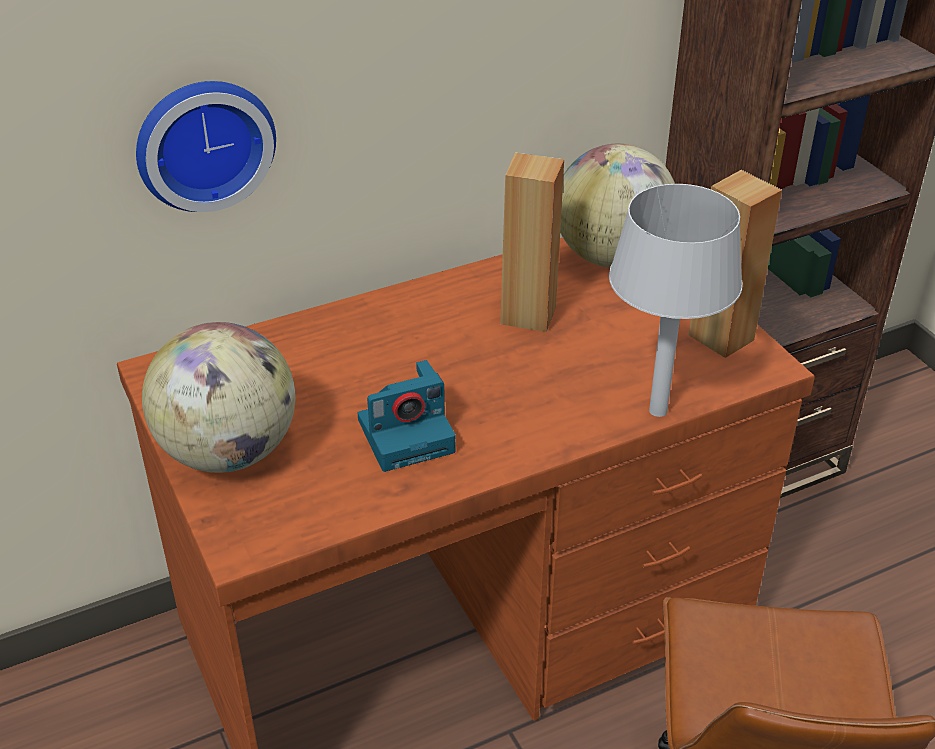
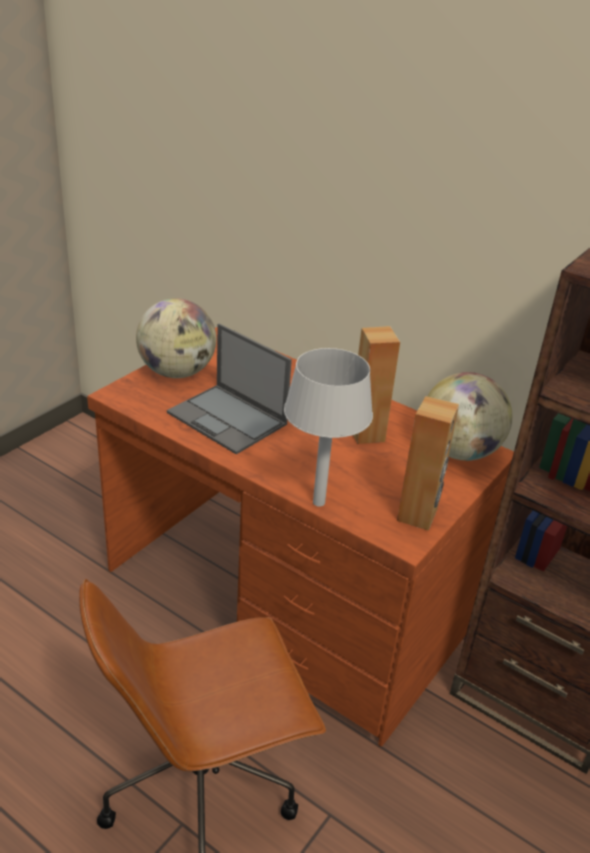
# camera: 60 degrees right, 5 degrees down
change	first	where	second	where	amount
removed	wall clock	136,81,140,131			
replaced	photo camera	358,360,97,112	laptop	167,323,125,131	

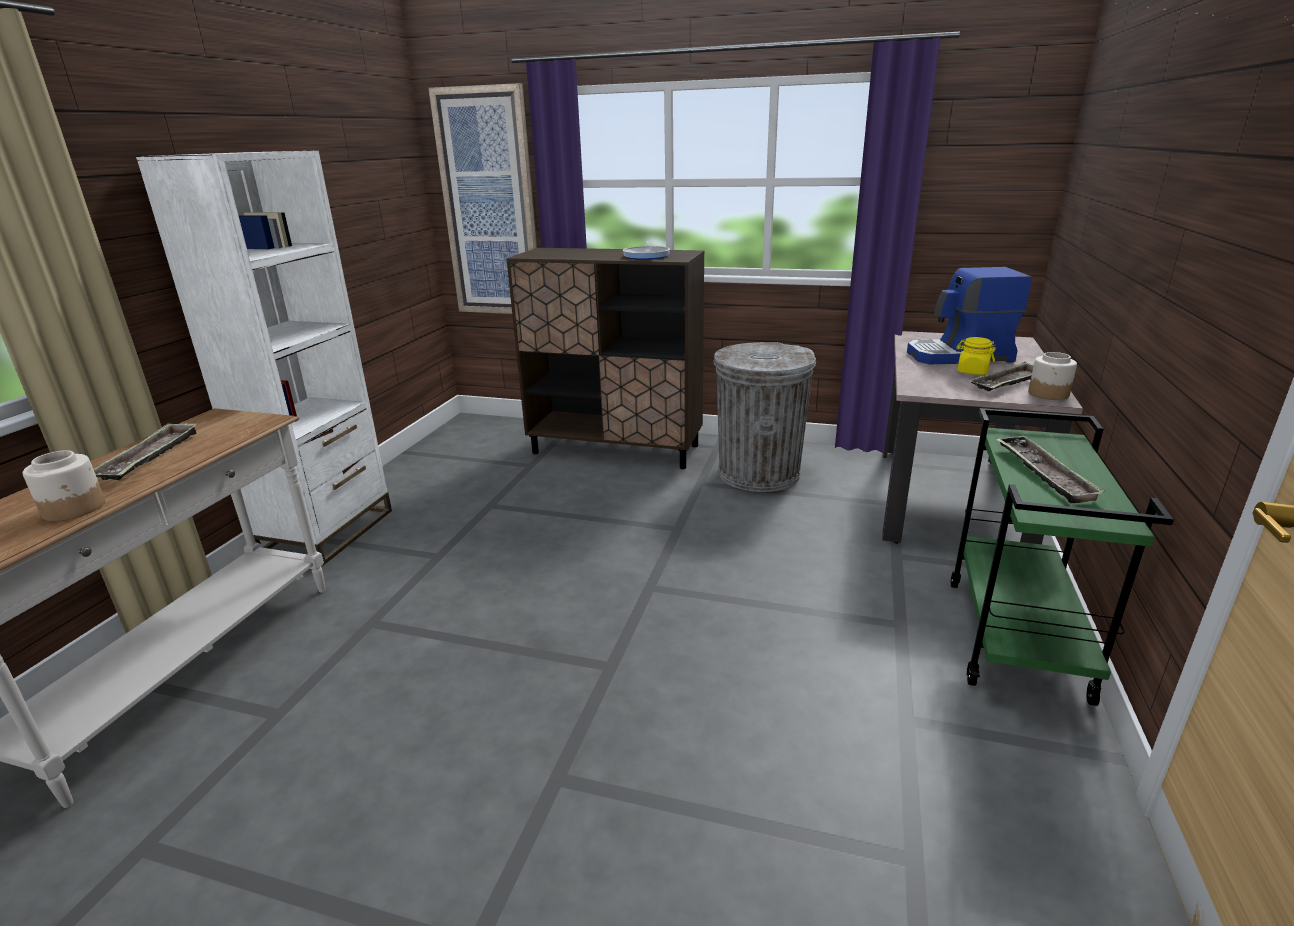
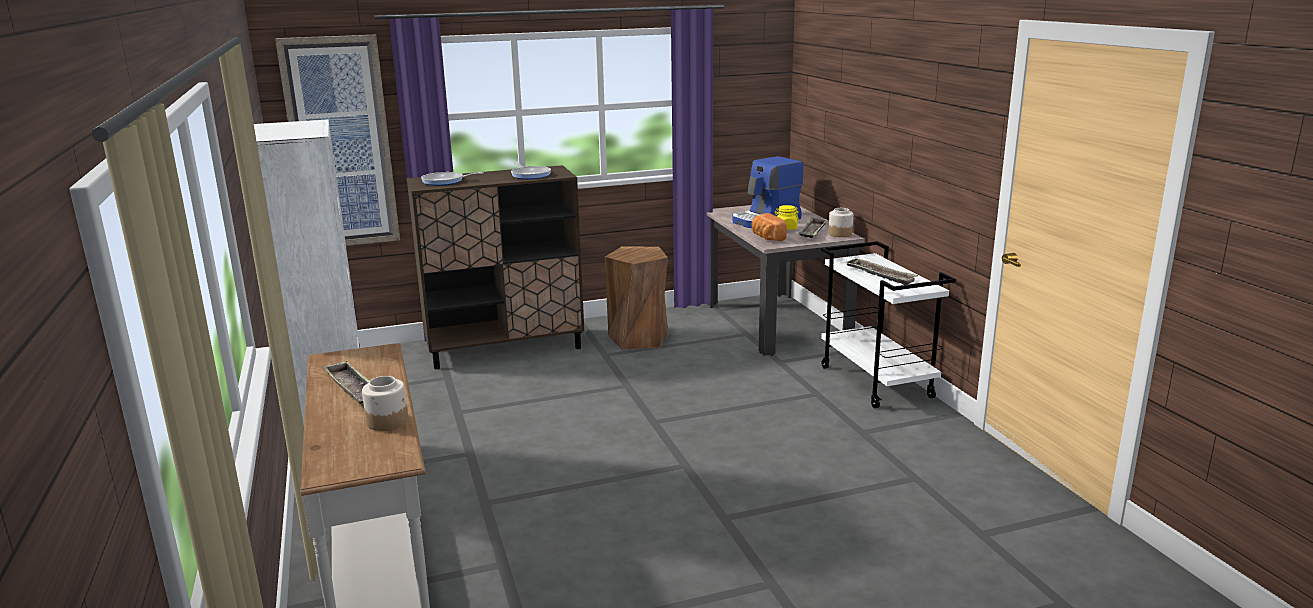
# camera: 35 degrees left, 5 degrees down
change	first	where	second	where	amount
added			frying pan	421,172,62,13	
added			bread	752,213,35,28	
replaced	trash can (grey)	713,342,103,150	stool (brown)	605,246,64,103	
recoloured	cart (green)	951,408,223,298	cart (white)	821,241,135,167	

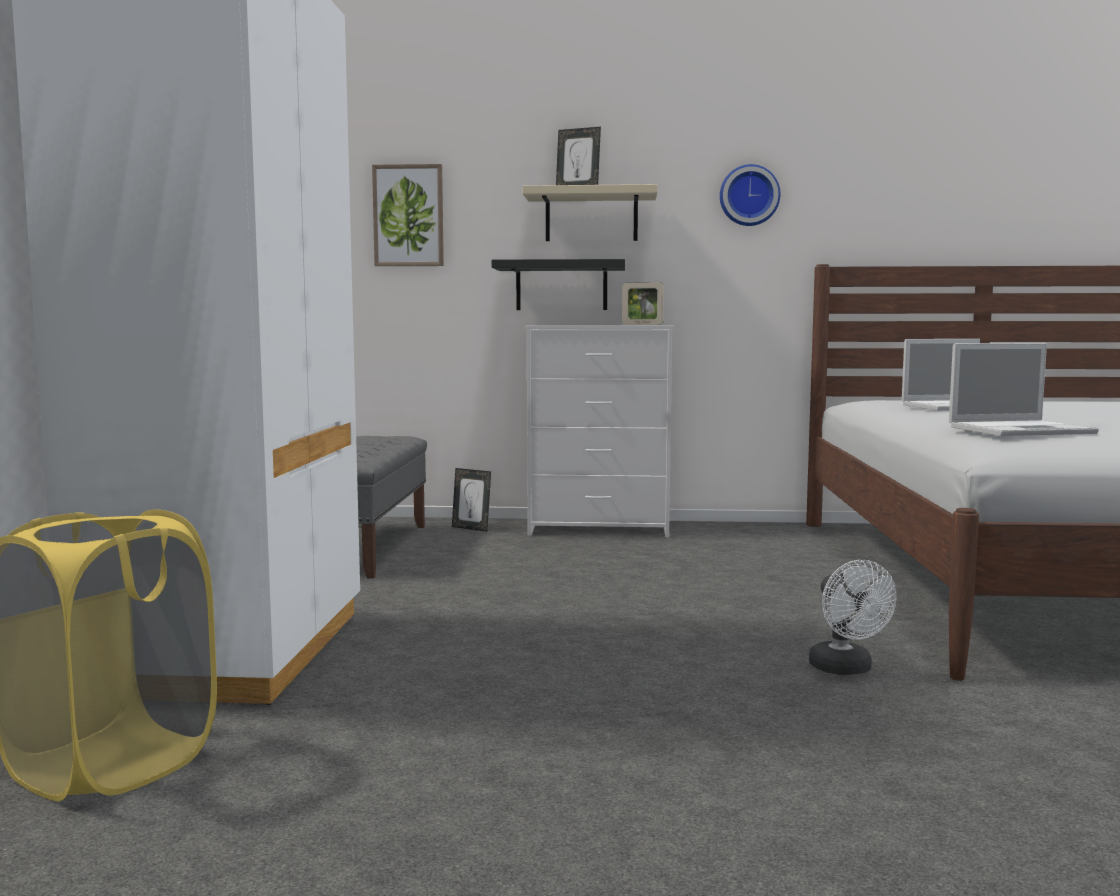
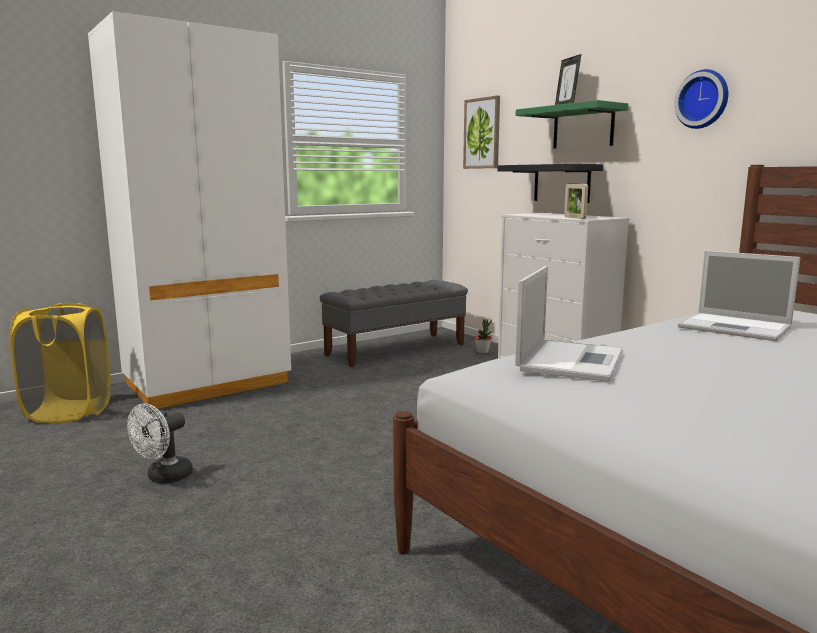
# camera: 50 degrees right, 5 degrees up
change	first	where	second	where	amount
moved	fan (white)	809,560,88,115		127,403,66,81	
replaced	picture frame	452,468,39,64	potted plant	474,319,18,34	
recoloured	shelf (beige)	522,184,136,57	shelf (green)	516,100,112,48	
turned	laptop	949,343,150,93		515,266,108,116	105 degrees counterclockwise

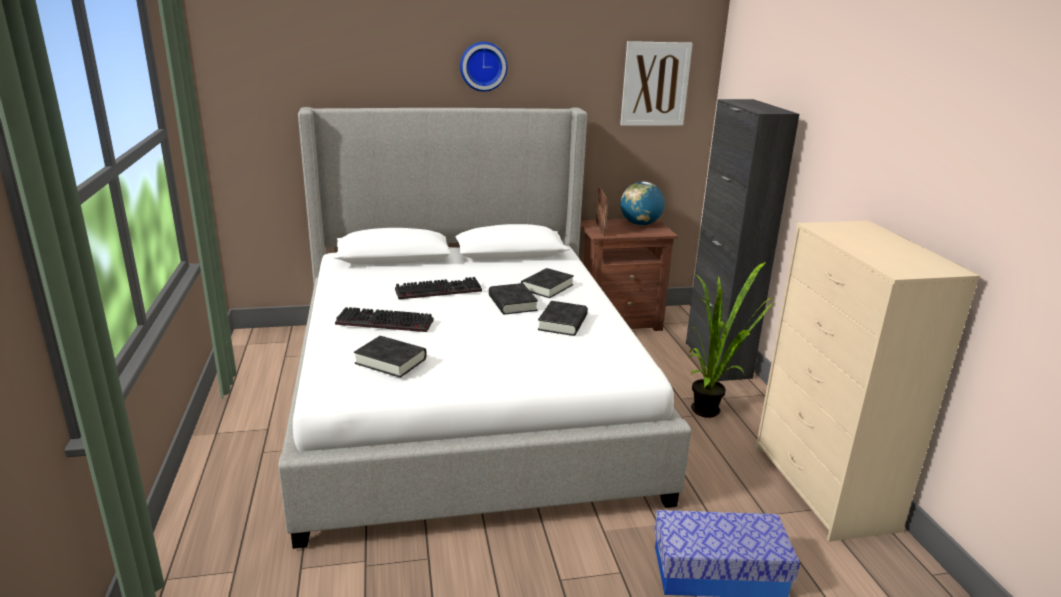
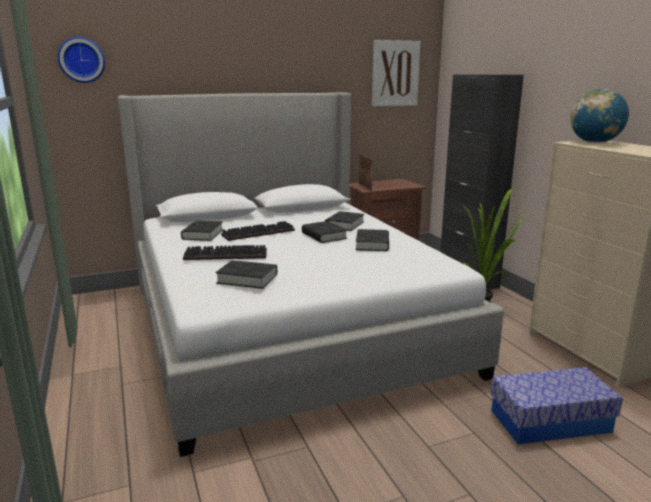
# camera: 10 degrees left, 5 degrees down
change	first	where	second	where	amount
added			book (black)	181,220,42,21	
moved	wall clock	460,42,47,50		58,37,47,46	
moved	globe	620,181,45,45		570,89,59,54	

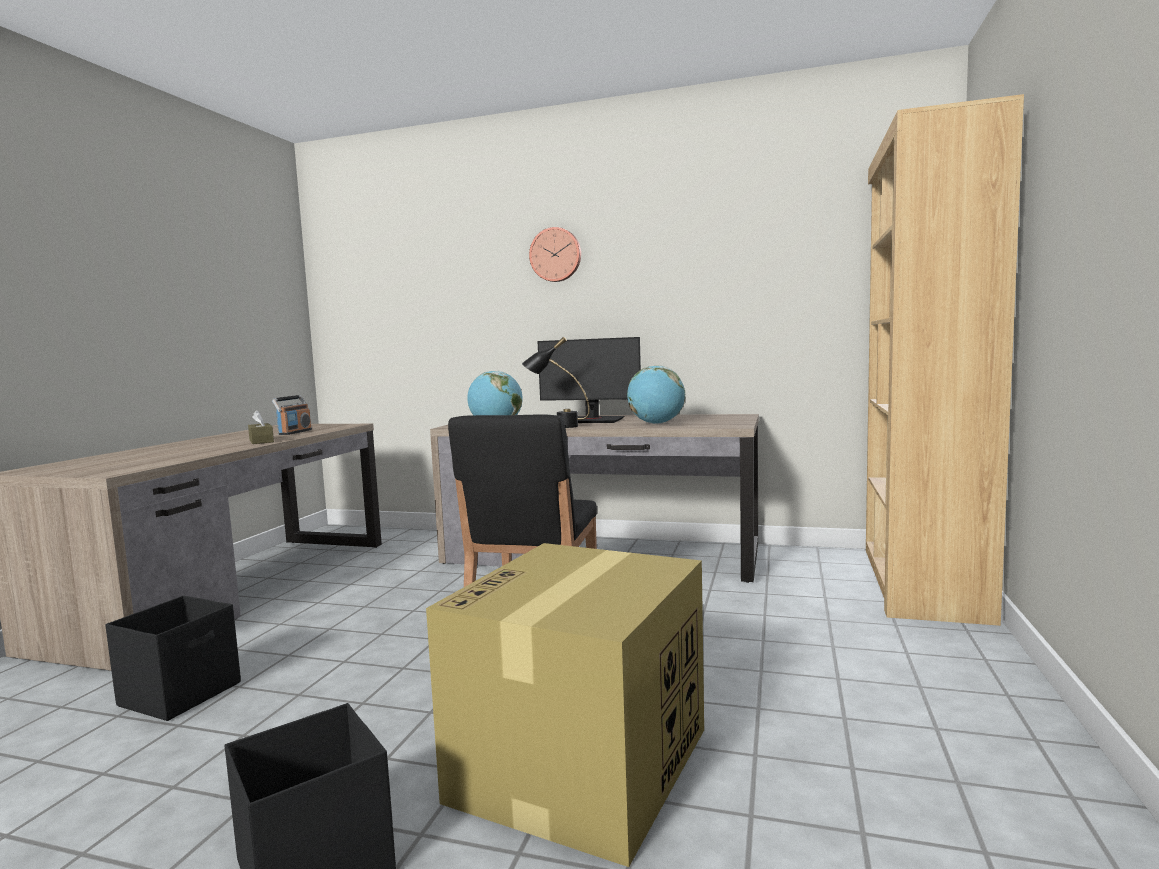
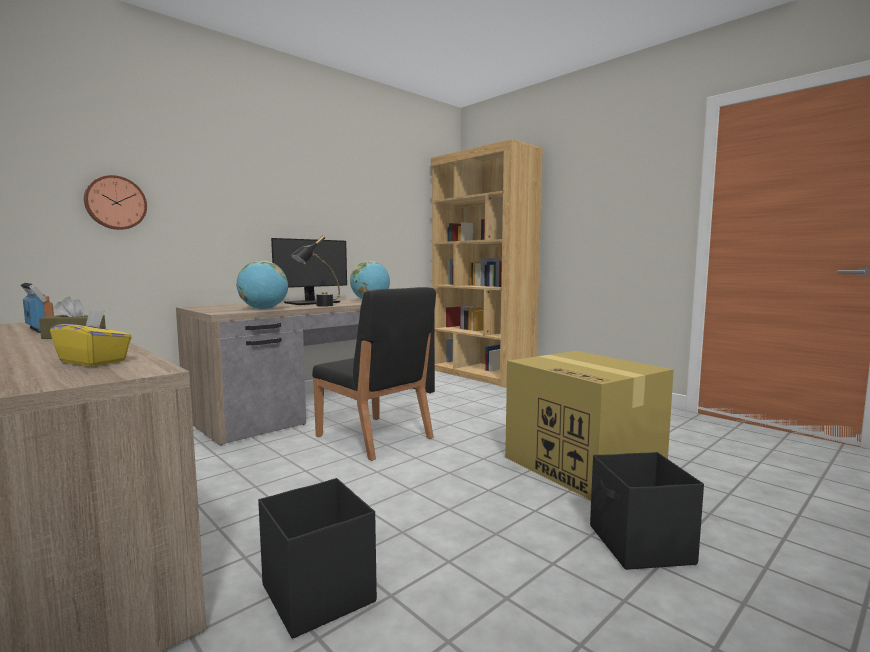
# camera: 60 degrees left, 0 degrees up
change	first	where	second	where	amount
added			tissue box (yellow)	50,309,82,57	
moved	wall clock	529,227,52,55		84,175,63,55	

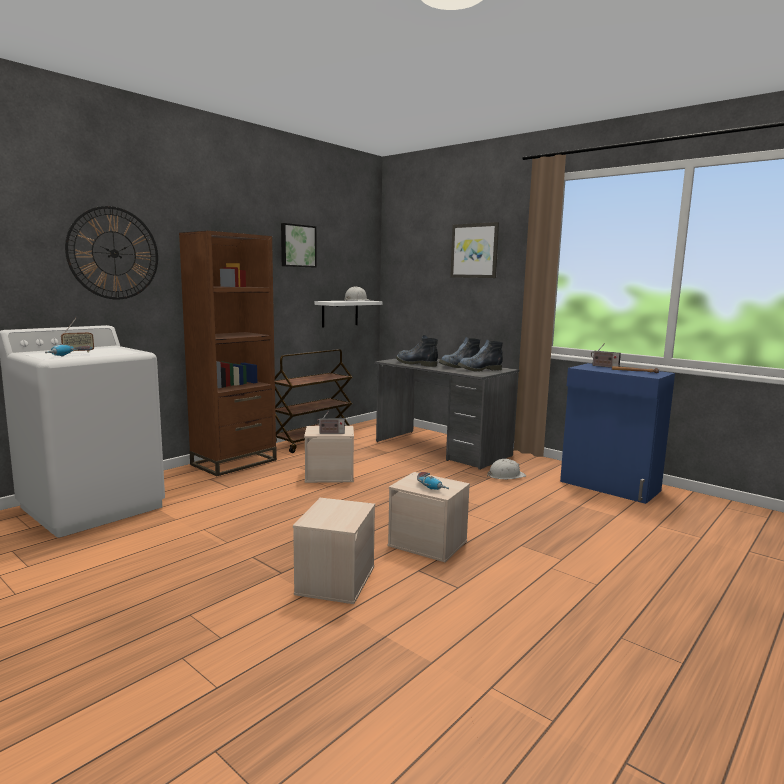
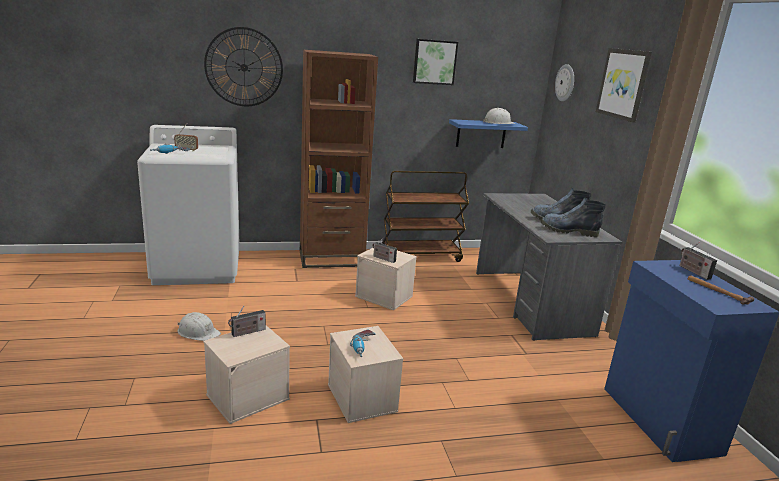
# camera: 35 degrees right, 10 degrees up
change	first	where	second	where	amount
removed	boot	396,335,42,32			
added			radio	228,306,38,31	
added			wall clock	555,64,19,37	
moved	hard hat (white)	487,459,39,20		177,312,44,29	
recoloured	shelf (white)	315,300,68,28	shelf (blue)	449,119,79,29	

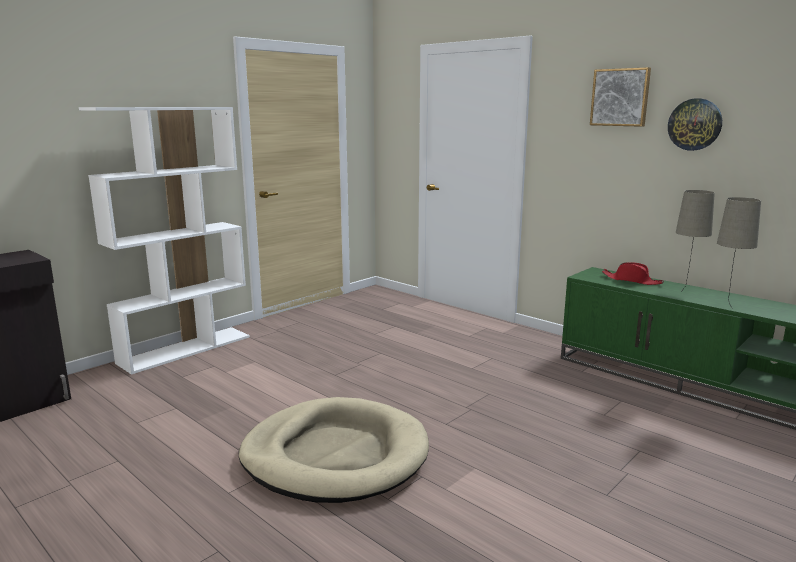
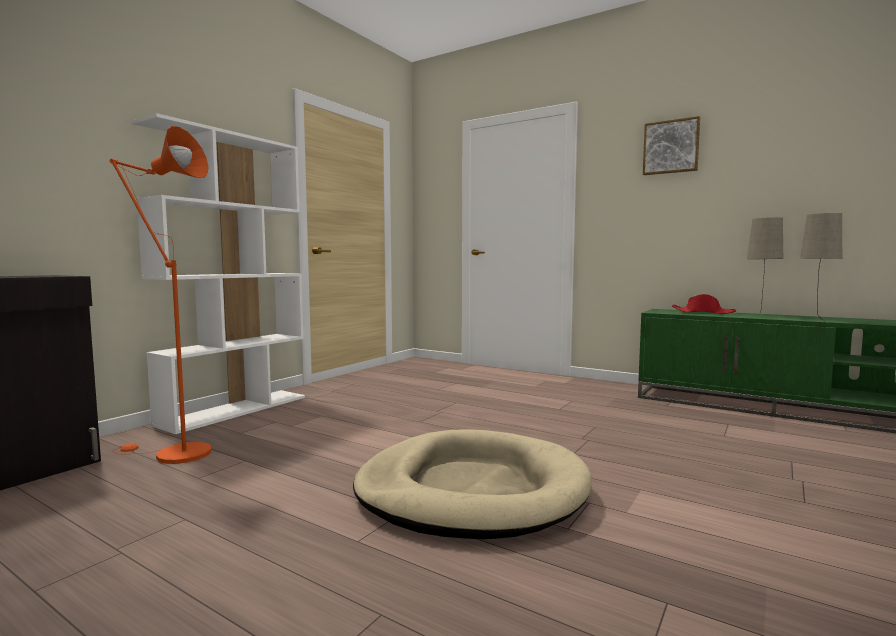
# camera: 10 degrees left, 10 degrees down
change	first	where	second	where	amount
removed	wall clock	668,98,54,53			
added			floor lamp (orange)	110,126,102,338	

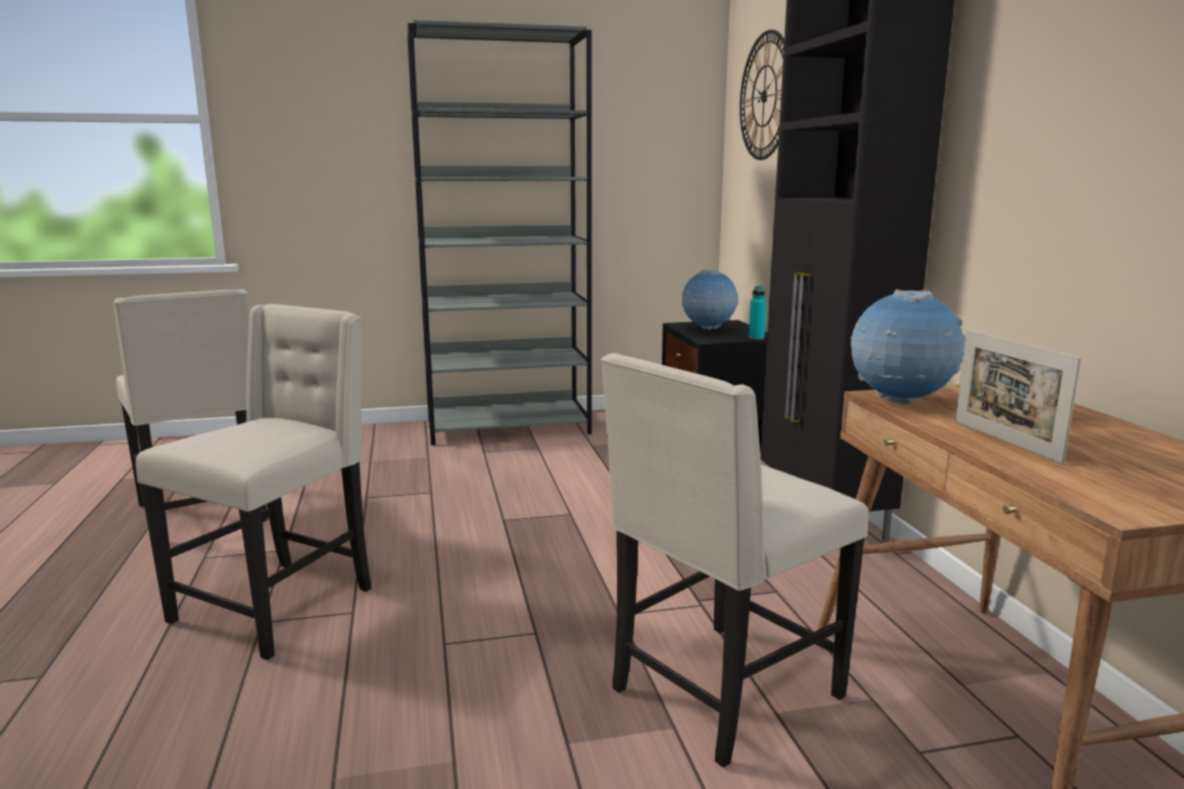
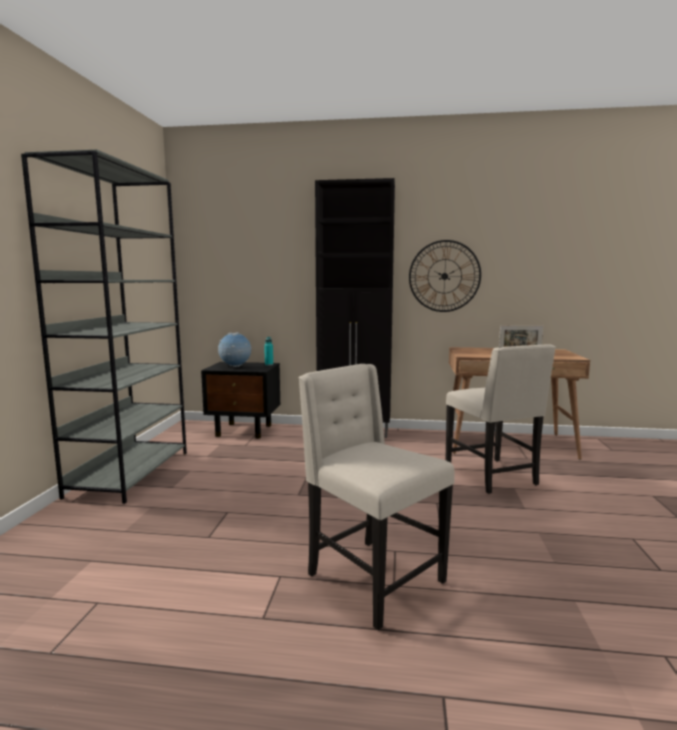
# camera: 70 degrees left, 5 degrees down
change	first	where	second	where	amount
removed	chair (beige)	113,289,155,233			
removed	globe	850,289,115,115			
moved	wall clock	740,30,44,130		409,240,72,72	

